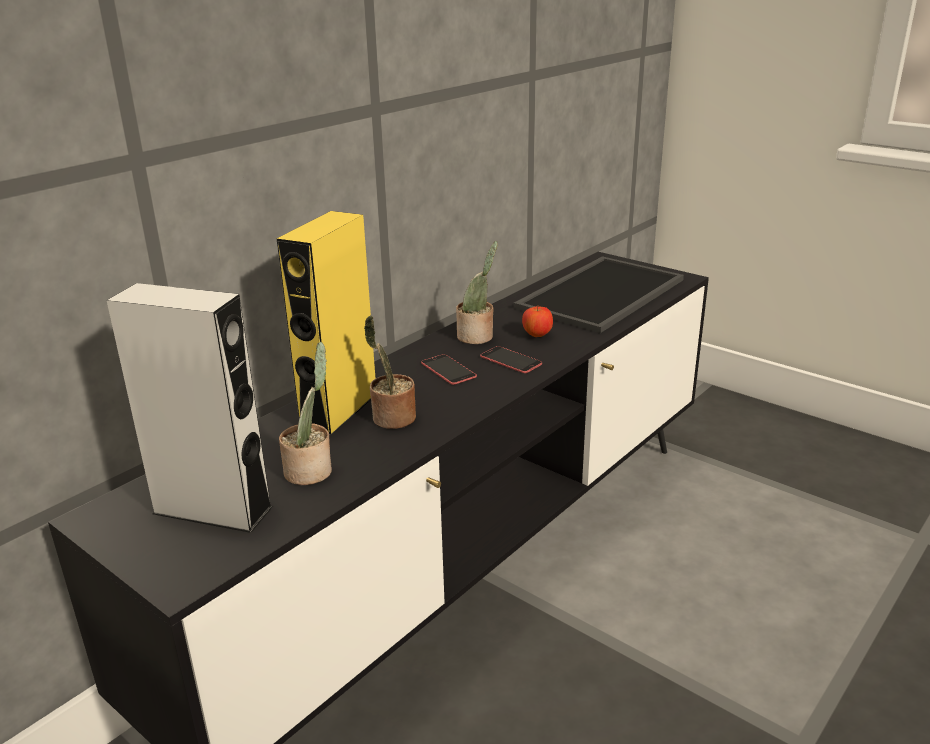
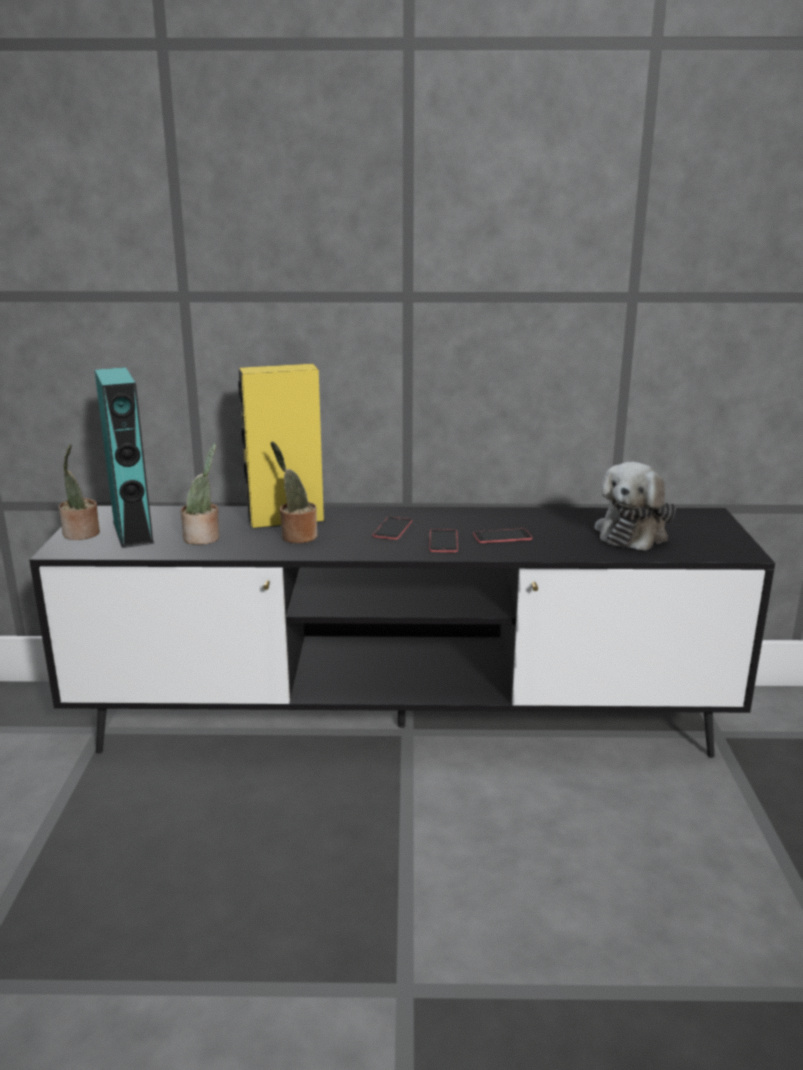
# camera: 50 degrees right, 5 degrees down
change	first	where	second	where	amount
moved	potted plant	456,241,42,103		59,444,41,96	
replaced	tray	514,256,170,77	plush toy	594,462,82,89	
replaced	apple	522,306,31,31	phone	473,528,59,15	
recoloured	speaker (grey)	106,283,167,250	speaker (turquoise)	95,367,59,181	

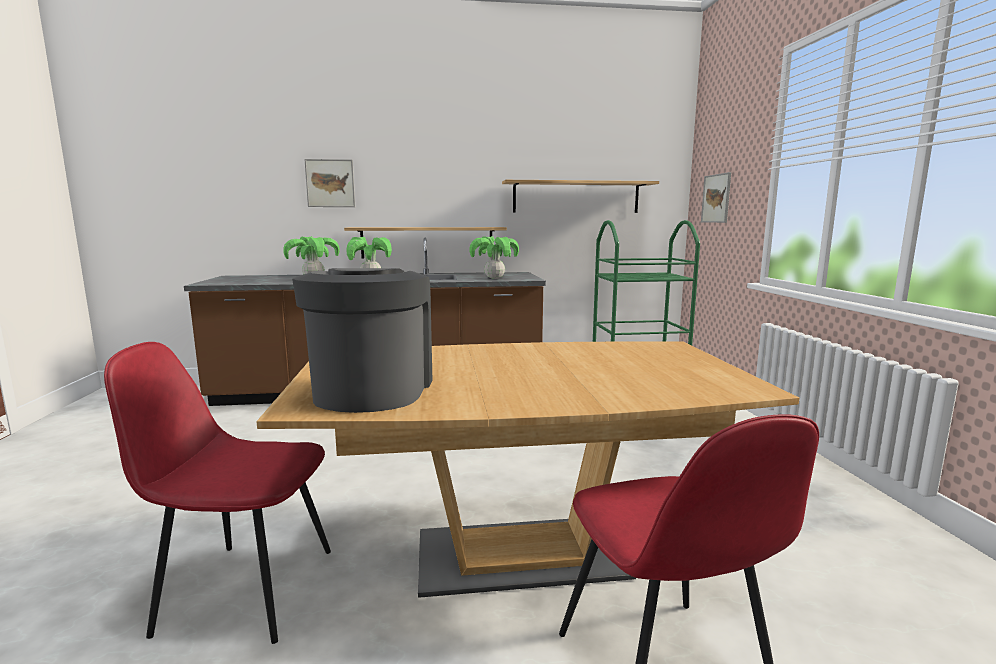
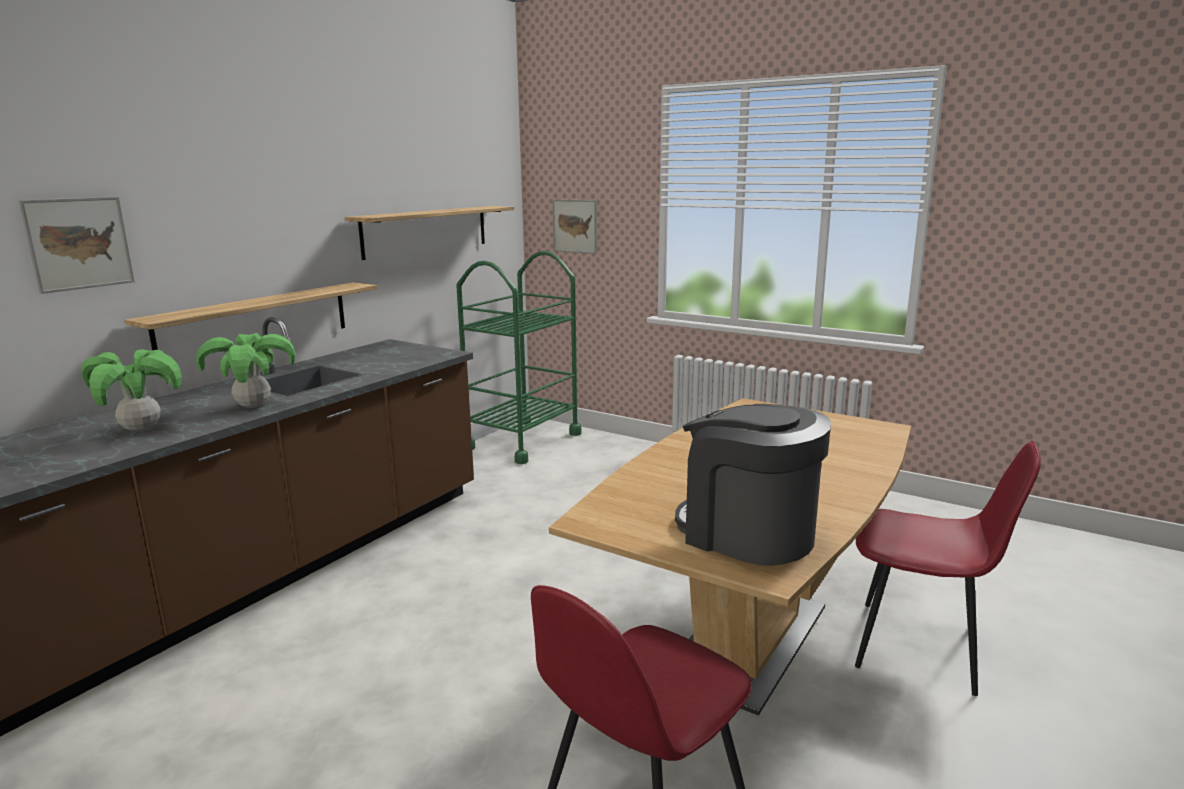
# camera: 50 degrees left, 5 degrees up
change	first	where	second	where	amount
removed	potted plant	469,236,50,43			

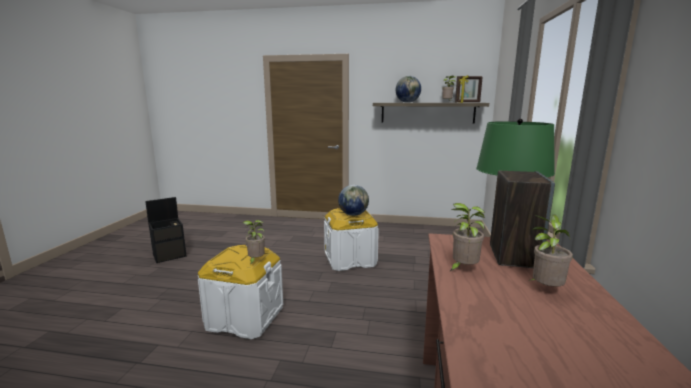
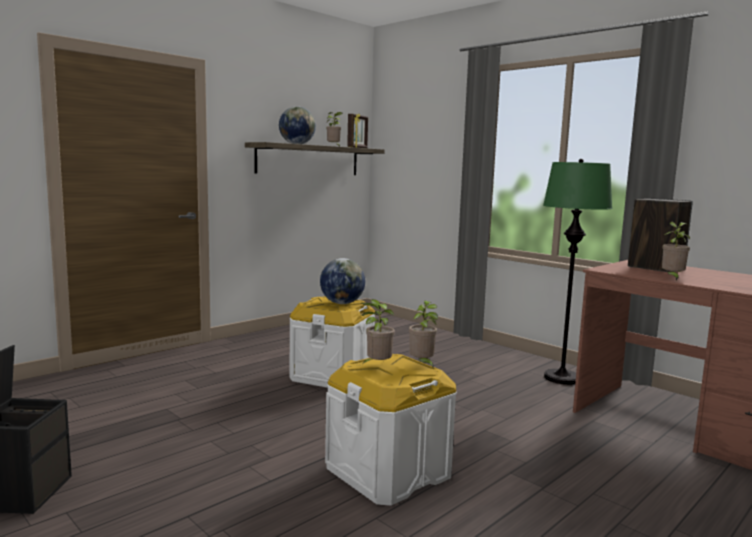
# camera: 55 degrees left, 5 degrees down
change	first	where	second	where	amount
moved	potted plant	528,215,45,72		360,299,35,65	

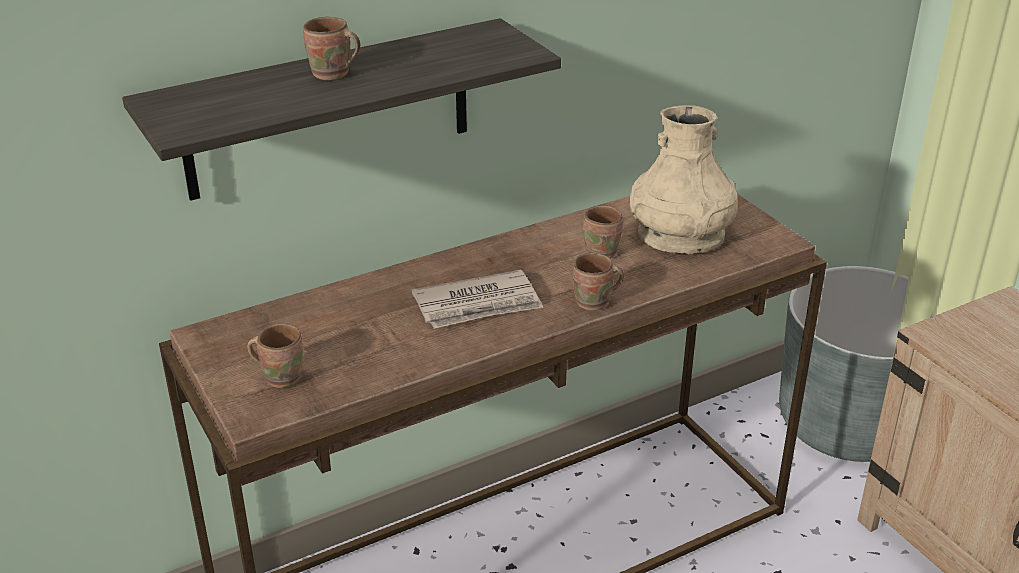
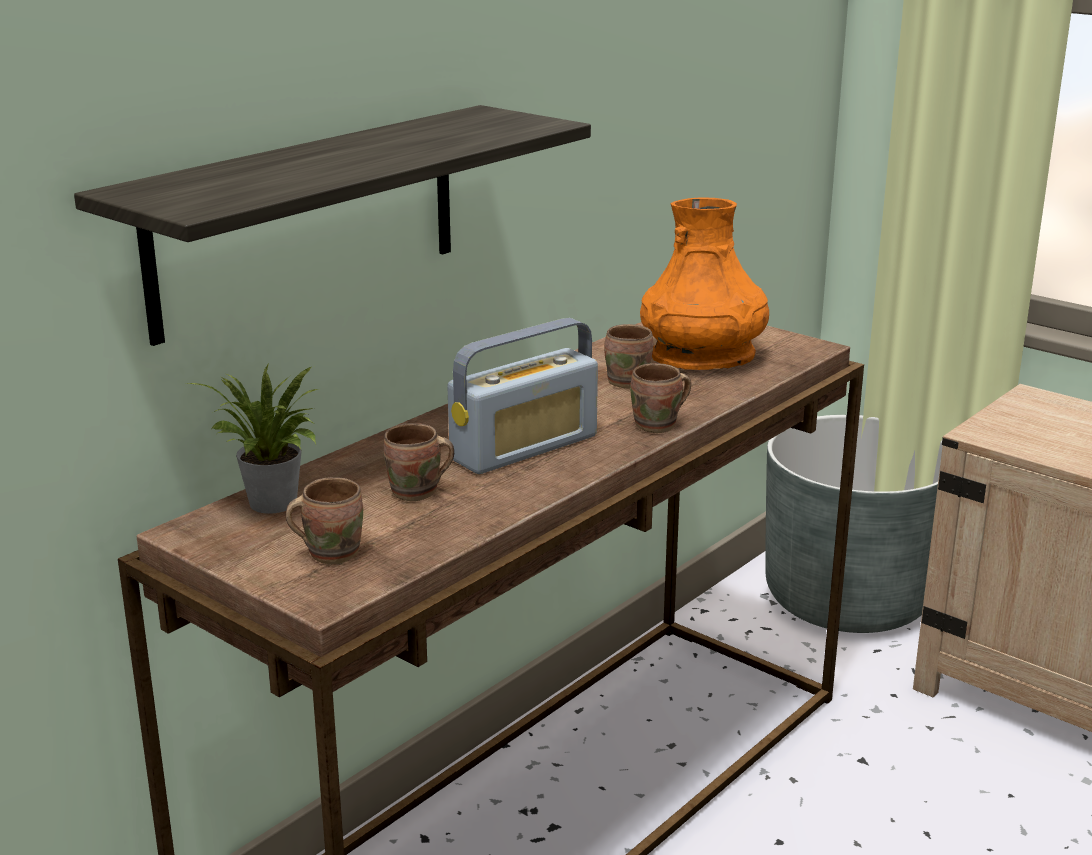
# camera: 20 degrees left, 10 degrees down
change	first	where	second	where	amount
added			potted plant	185,363,134,151	
moved	mug (brown)	303,17,57,63		384,423,70,78	
replaced	newspaper	412,269,132,60	radio	447,318,151,156	
recoloured	vase (beige)	630,105,108,149	vase (orange)	640,197,129,173	

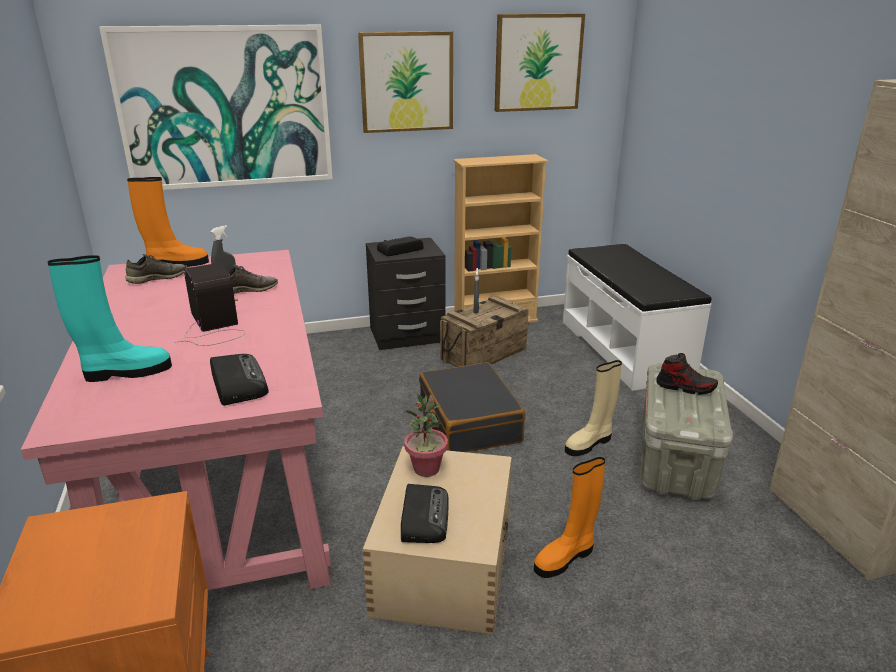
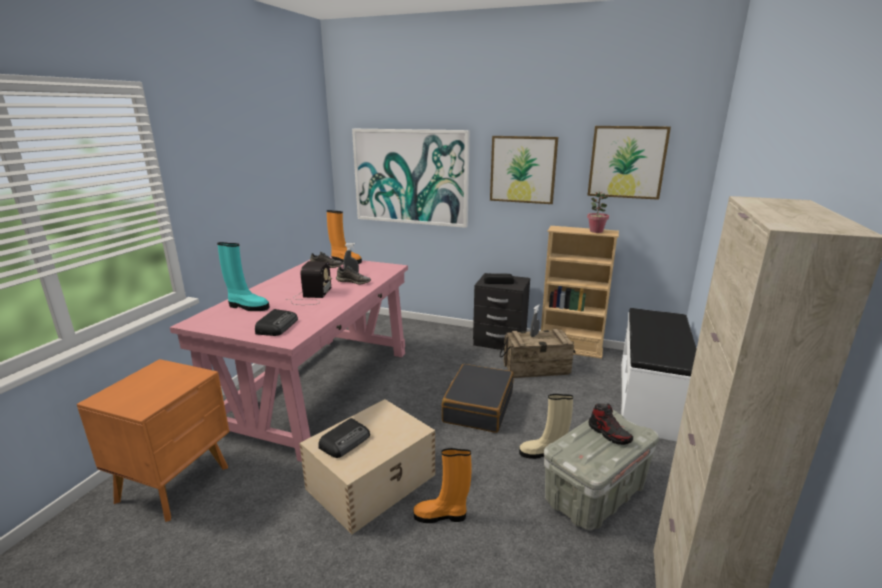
# camera: 35 degrees right, 5 degrees down
change	first	where	second	where	amount
moved	potted plant	404,394,44,83		587,191,22,42	

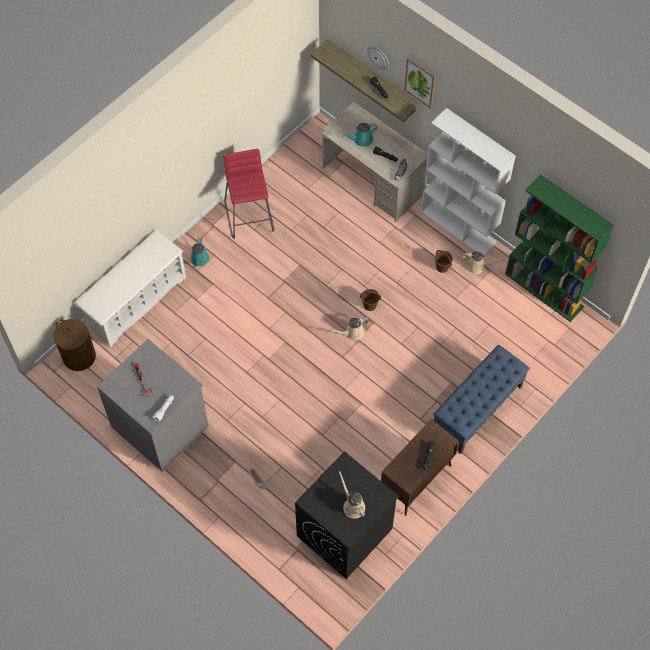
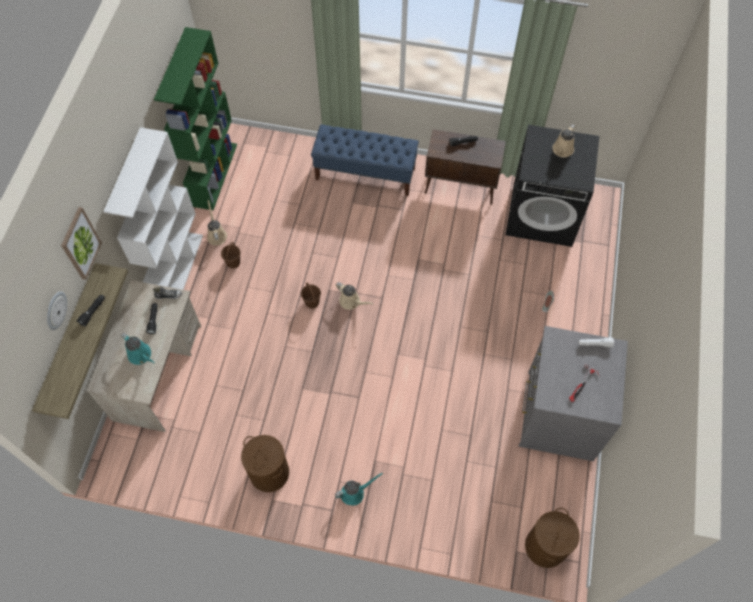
# camera: 120 degrees left, 0 degrees up
change	first	where	second	where	amount
removed	shoe rack (white)	75,230,111,117			
replaced	stool (red)	224,149,50,90	laundry basket (brown)	241,435,48,57	

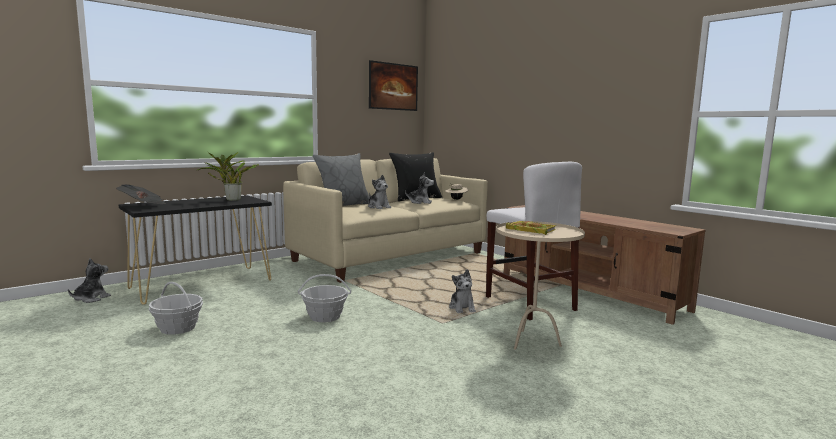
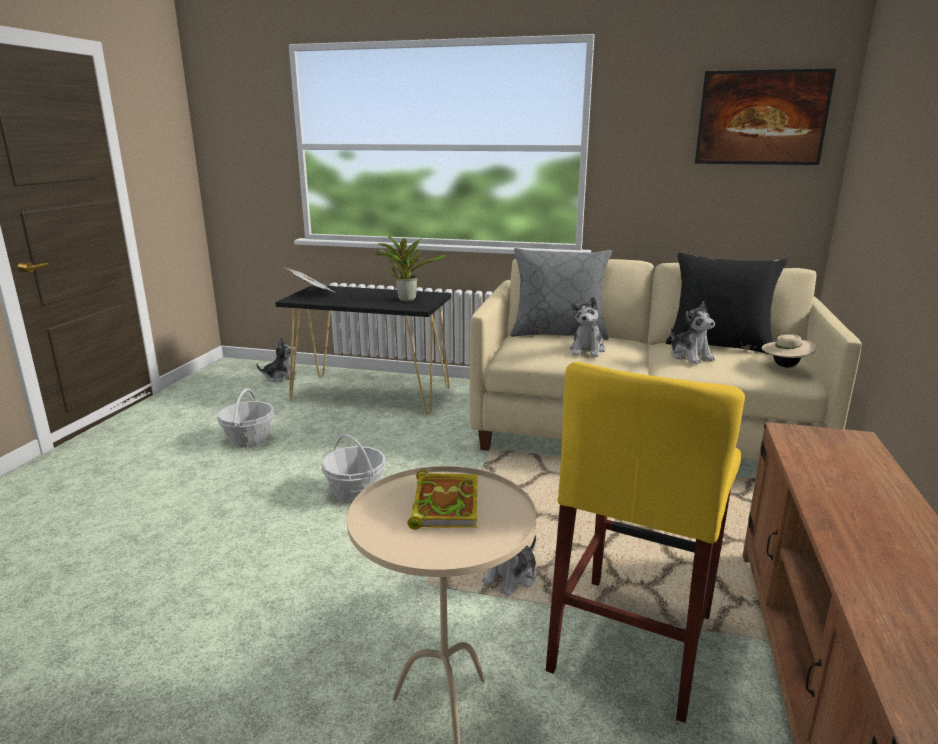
# camera: 55 degrees right, 10 degrees up
change	first	where	second	where	amount
recoloured	stool (white)	486,162,96,158	stool (yellow)	546,362,199,361	

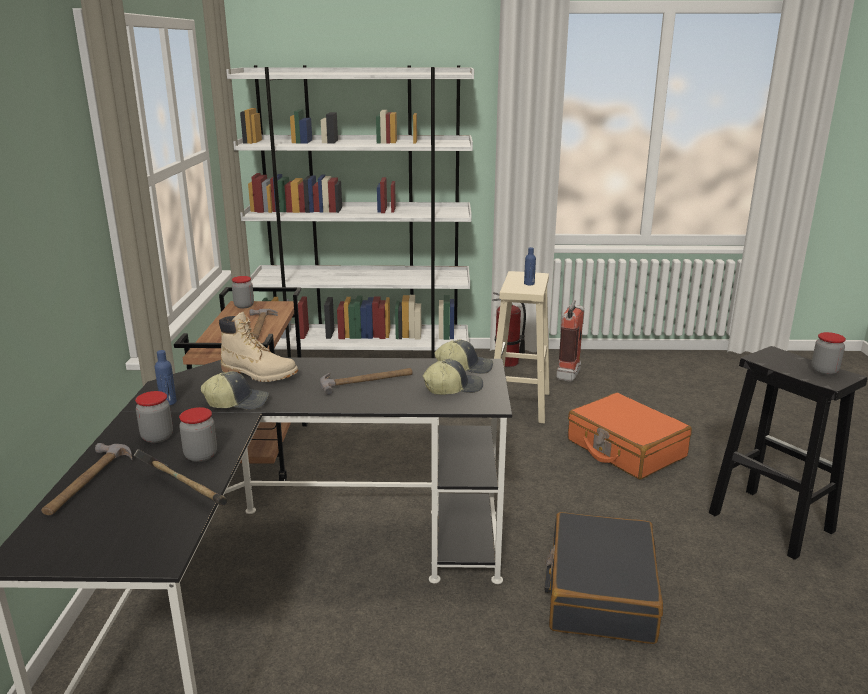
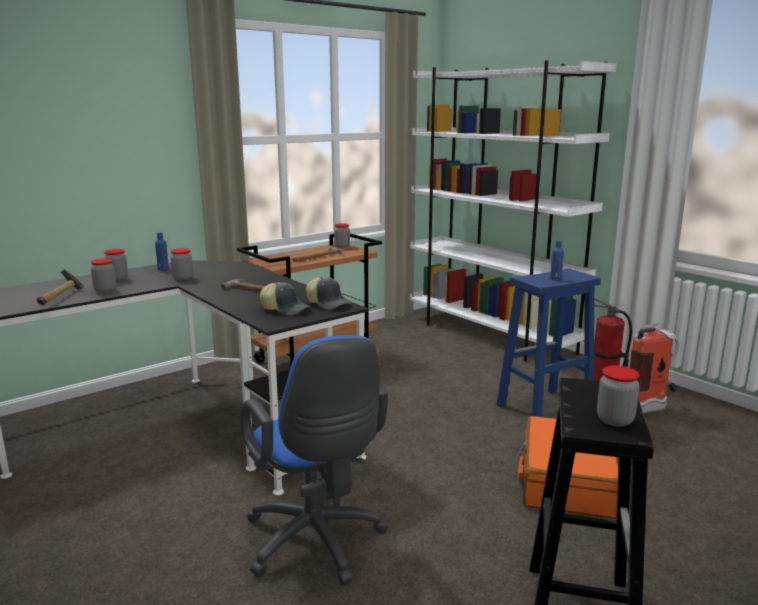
# camera: 50 degrees right, 5 degrees down
change	first	where	second	where	amount
removed	hammer	41,443,92,72			
removed	boot (beige)	219,312,79,70			
replaced	cap	201,371,68,39	jar	171,248,22,33	
replaced	suitcase (black)	545,512,118,132	office chair (blue)	240,335,148,250	
recoloured	stool (beige)	494,271,56,152	stool (blue)	496,268,105,149	

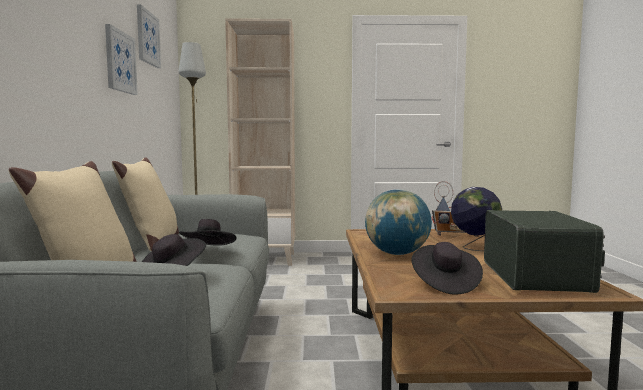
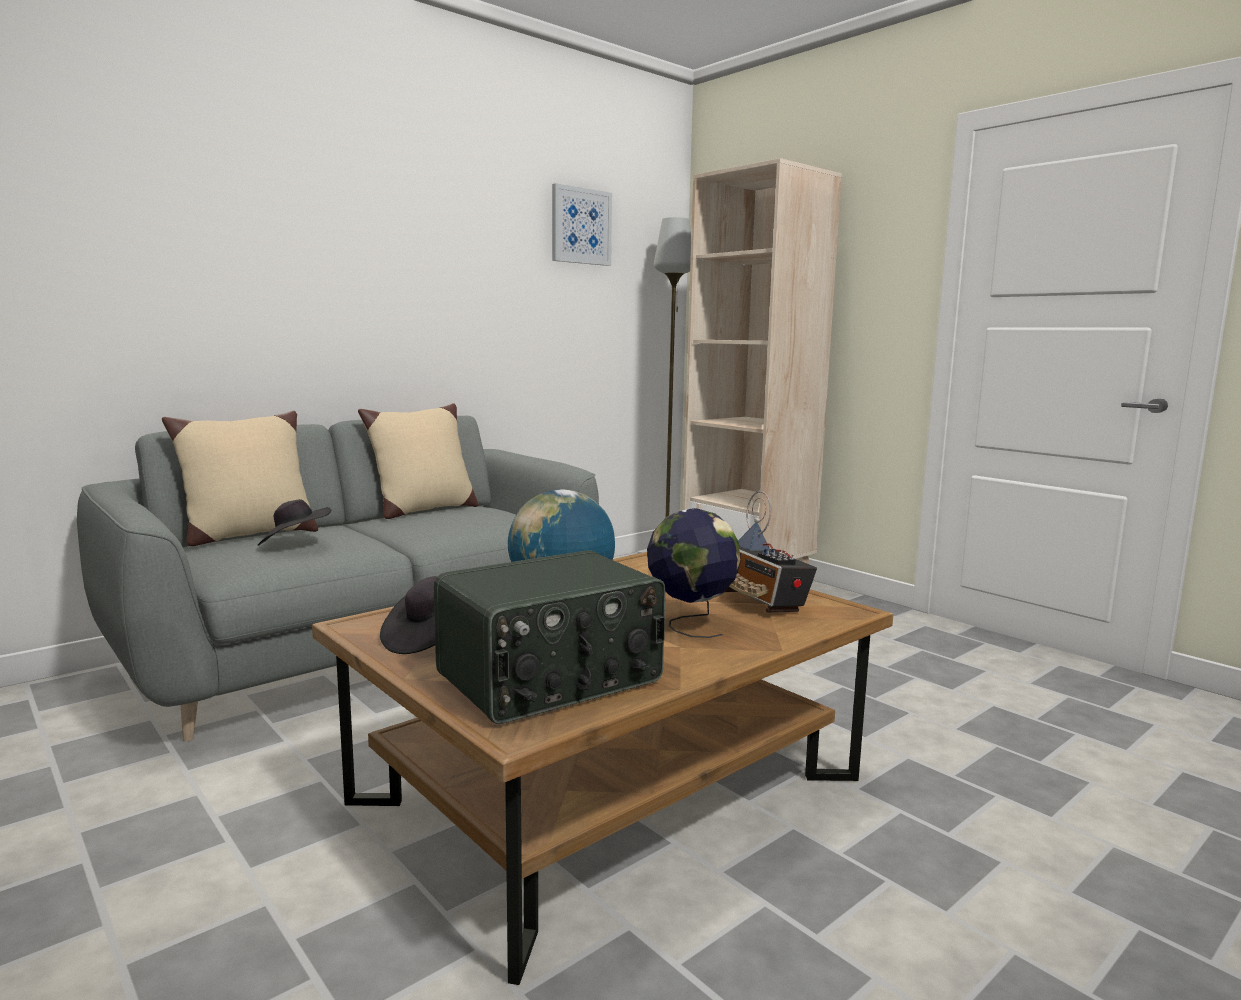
# camera: 50 degrees right, 5 degrees up
change	first	where	second	where	amount
removed	picture	105,24,33,71			
removed	hat (black)	179,219,57,27			

